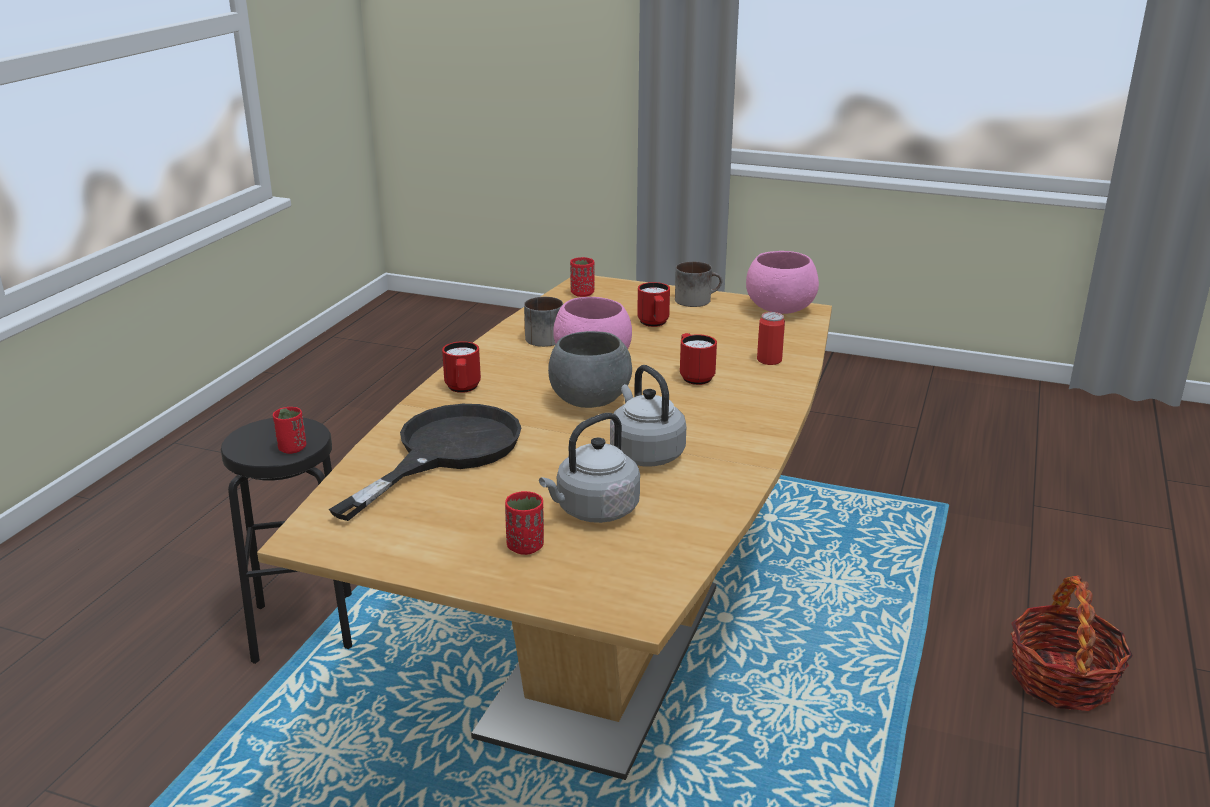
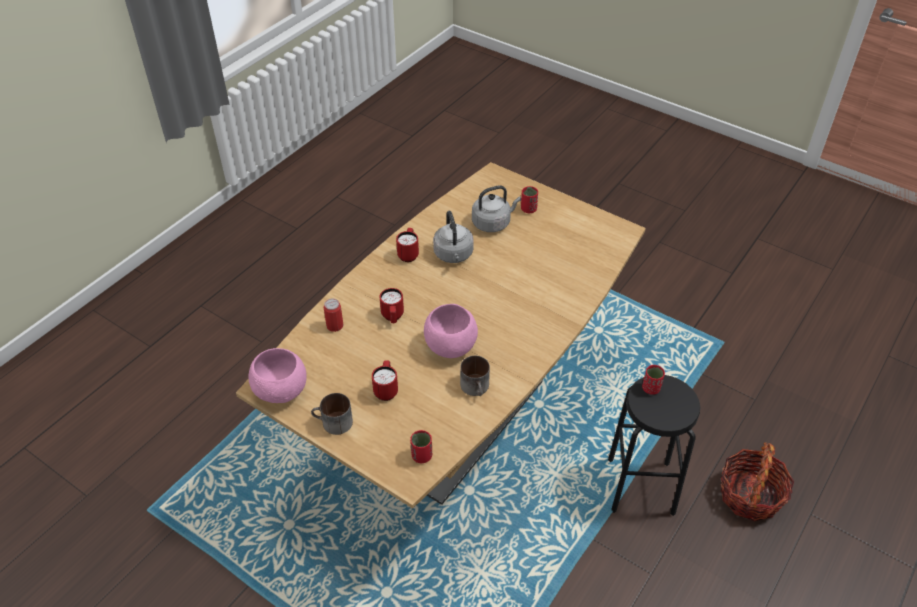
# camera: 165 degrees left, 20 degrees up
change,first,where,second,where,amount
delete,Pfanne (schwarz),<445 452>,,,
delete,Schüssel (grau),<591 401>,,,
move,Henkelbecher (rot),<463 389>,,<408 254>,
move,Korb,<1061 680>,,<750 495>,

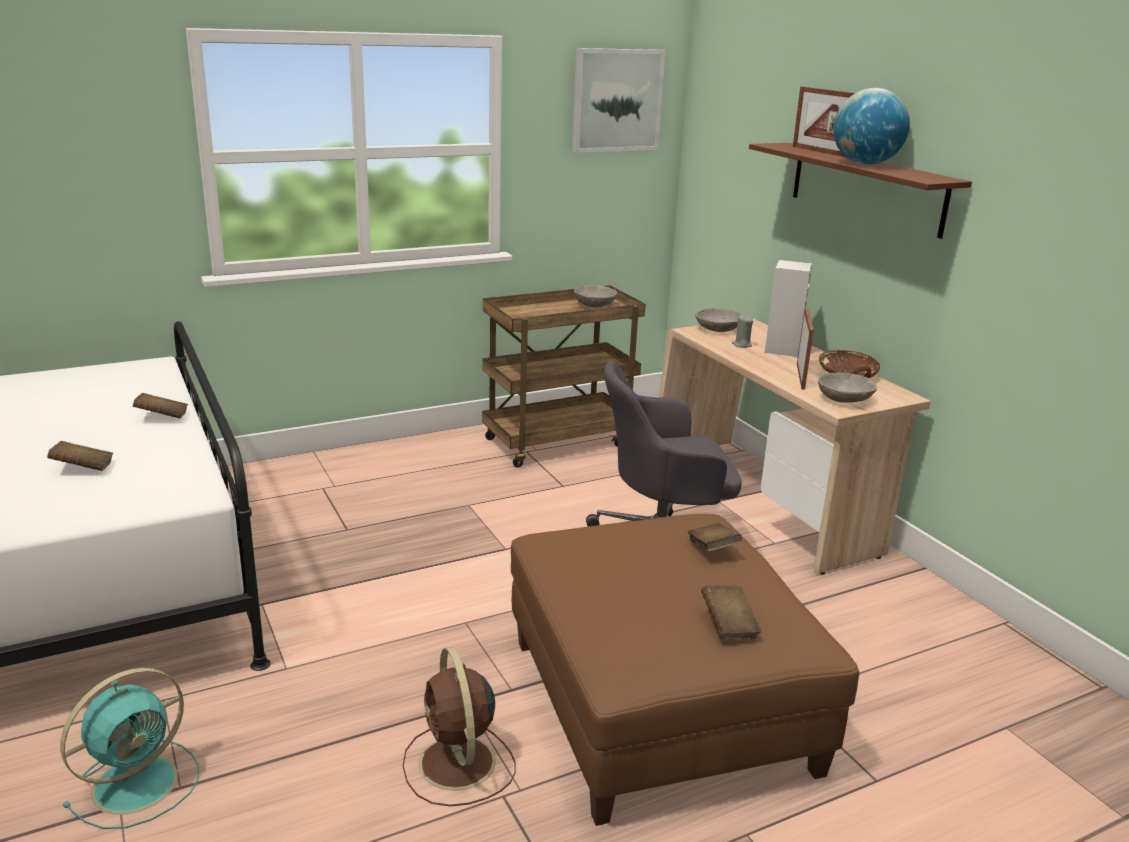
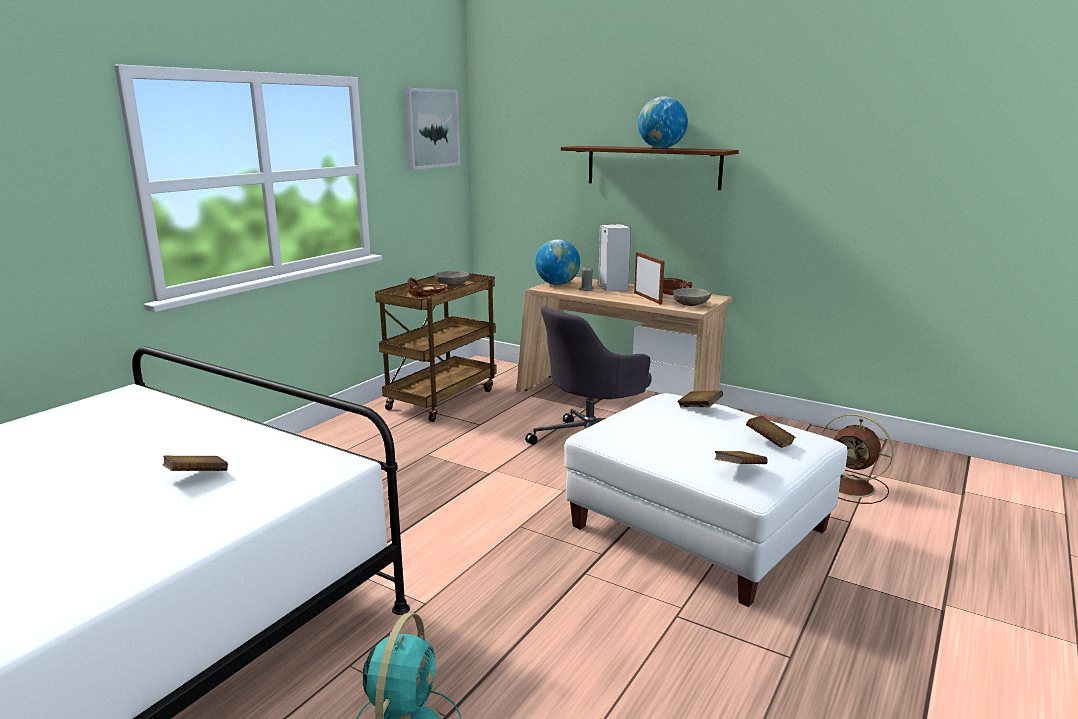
# camera: 30 degrees left, 5 degrees down
change,first,where,second,where,amount
delete,Bilderrahmen,<818 151>,,,
insert,,,Schüssel (braun),<426 296>,
move,Buch (braun),<162 417>,,<739 469>,
move,Ventilator (braun),<458 765>,,<852 487>,
replace,Schüssel (grau),<718 329>,Globus,<557 284>,
recolor,Polsterhocker (braun),<661 705>,Polsterhocker (weiß),<700 528>,

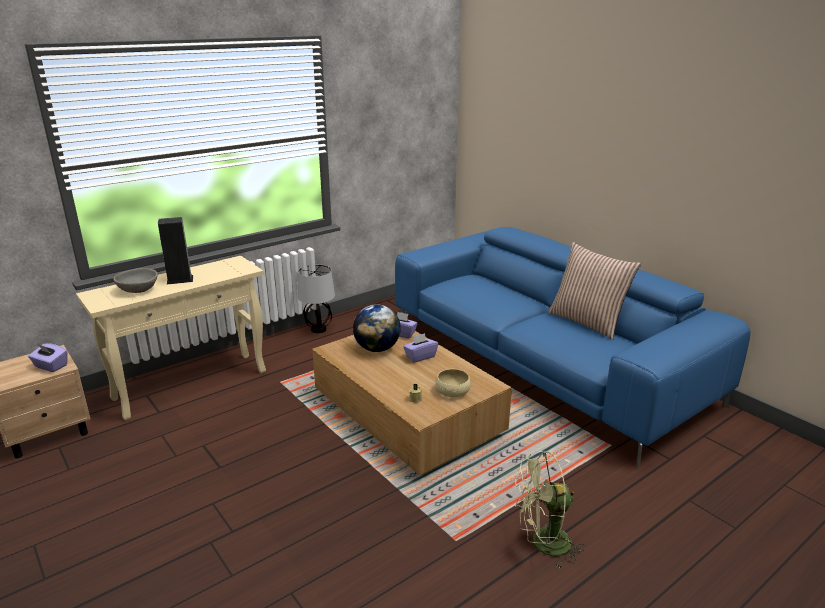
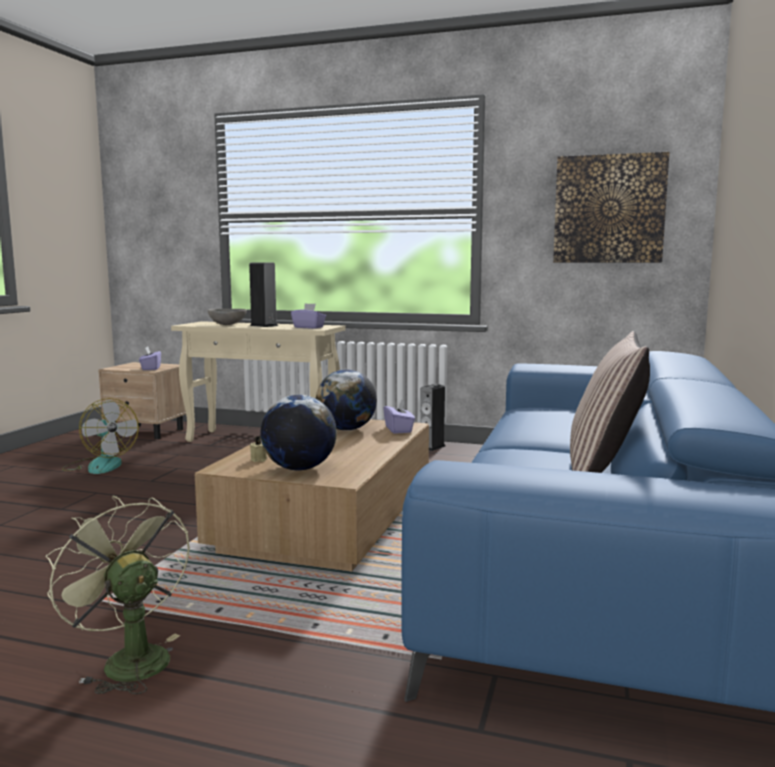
# camera: 55 degrees right, 15 degrees down
change,first,where,second,where,amount
insert,,,Ventilator,<100 465>,
insert,,,Bild,<609 209>,
move,Taschentuchbox (lila),<420 356>,,<309 327>,
replace,Tischlampe,<319 329>,Lautsprecher,<432 447>,
replace,Schüssel (beige),<452 392>,Globus,<299 468>,

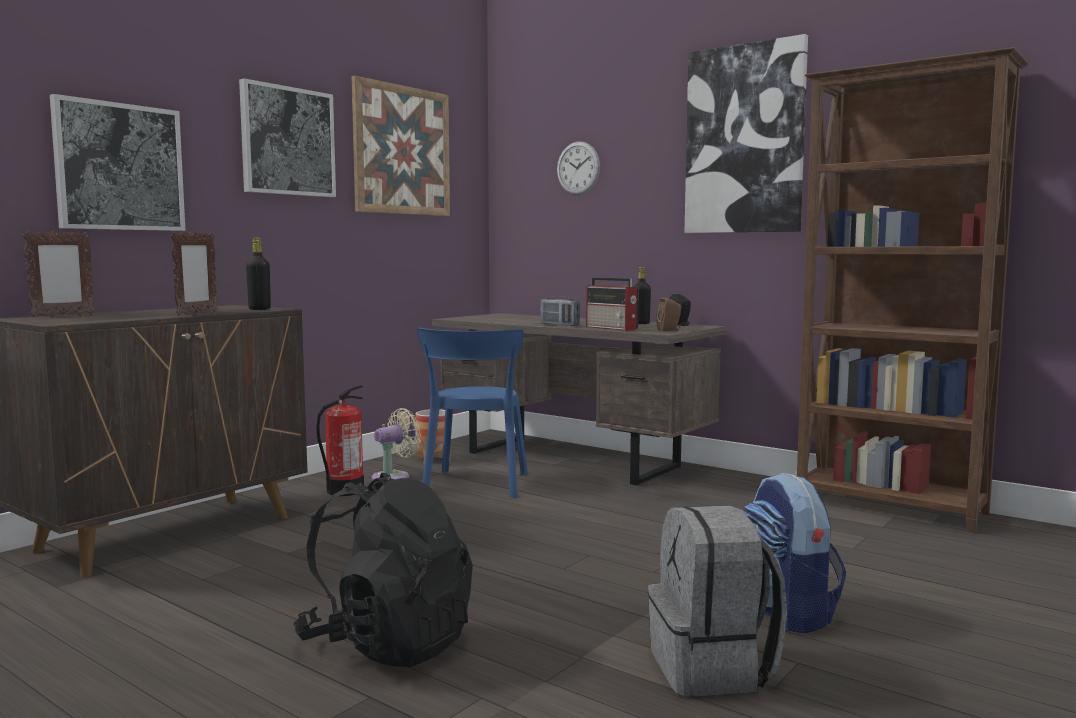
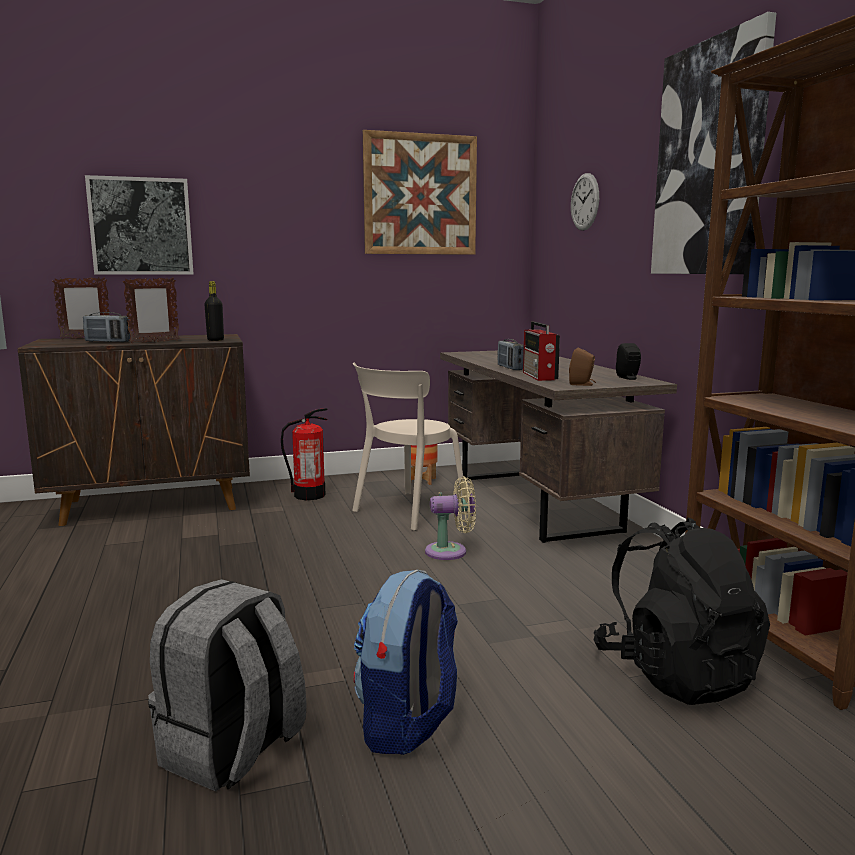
# camera: 35 degrees right, 5 degrees up
change,first,where,second,where,amount
delete,Bild,<287 141>,,,
delete,Flasche (schwarz),<641 323>,,,
insert,,,Radio,<107 342>,
move,Rucksack (schwarz),<388 644>,,<676 673>,
move,Ventilator (beige),<394 477>,,<450 551>,
recolor,Stuhl (blau),<475 486>,Stuhl (beige),<406 511>,

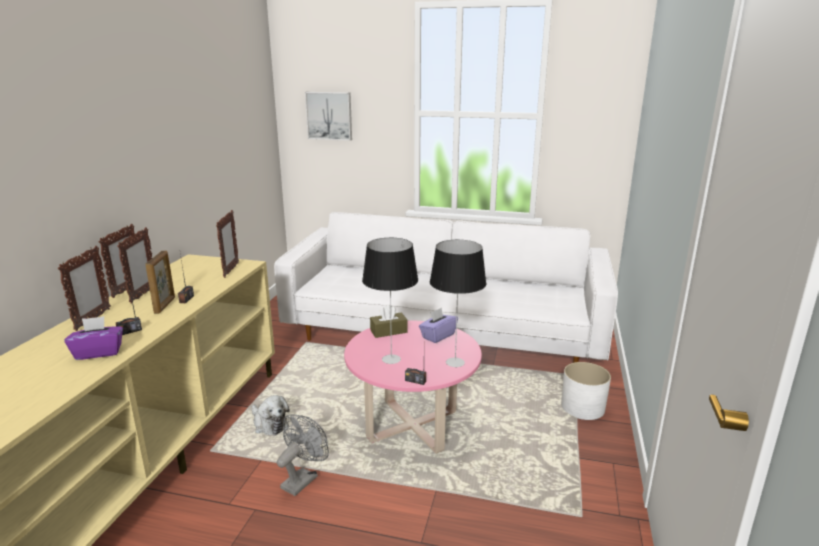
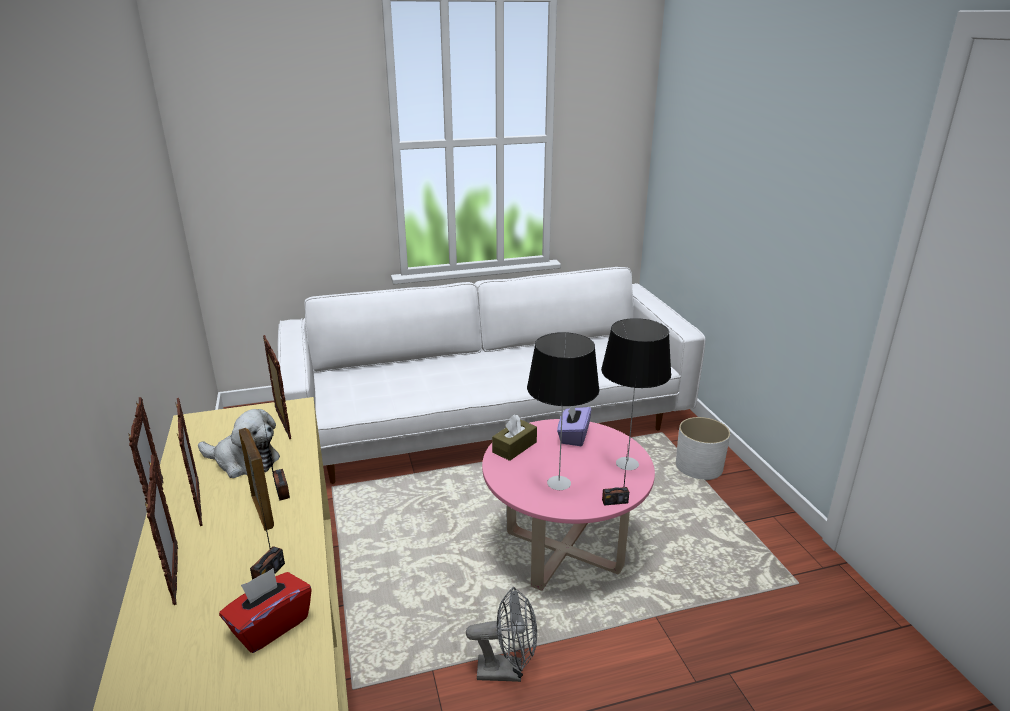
# camera: 30 degrees left, 5 degrees up
change,first,where,second,where,amount
delete,Bild,<329 115>,,,
move,Plüschtier,<269 424>,,<244 461>,
recolor,Taschentuchbox (lila),<99 352>,Taschentuchbox (rot),<270 625>,
rotate,Ventilator (grau),<303 479>,,<507 670>,90 degrees clockwise

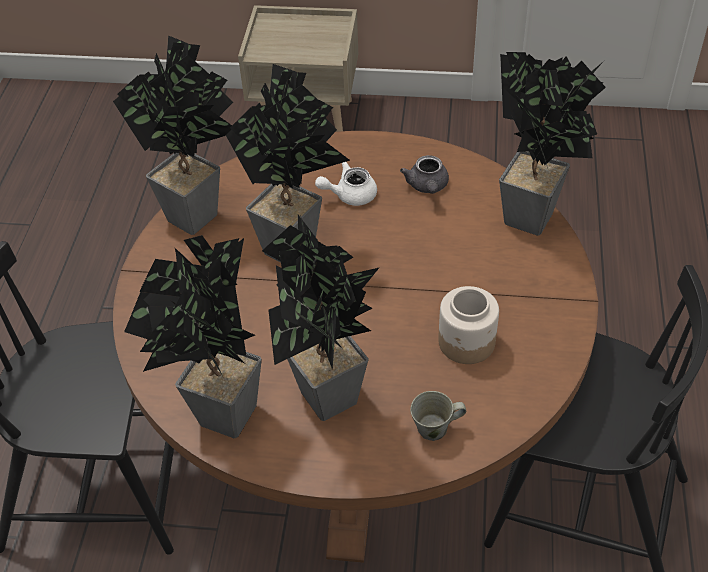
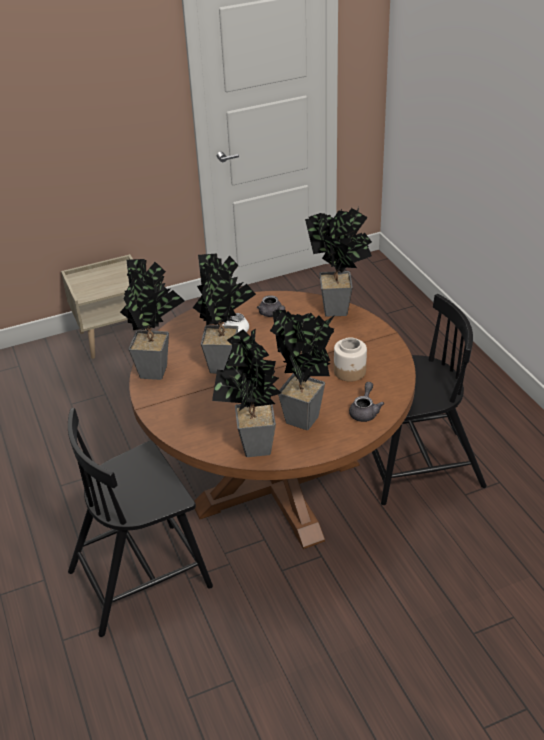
# camera: 30 degrees left, 10 degrees down
change,first,where,second,where,amount
replace,Henkelbecher (grau),<434 429>,Teekanne (grau),<365 411>,

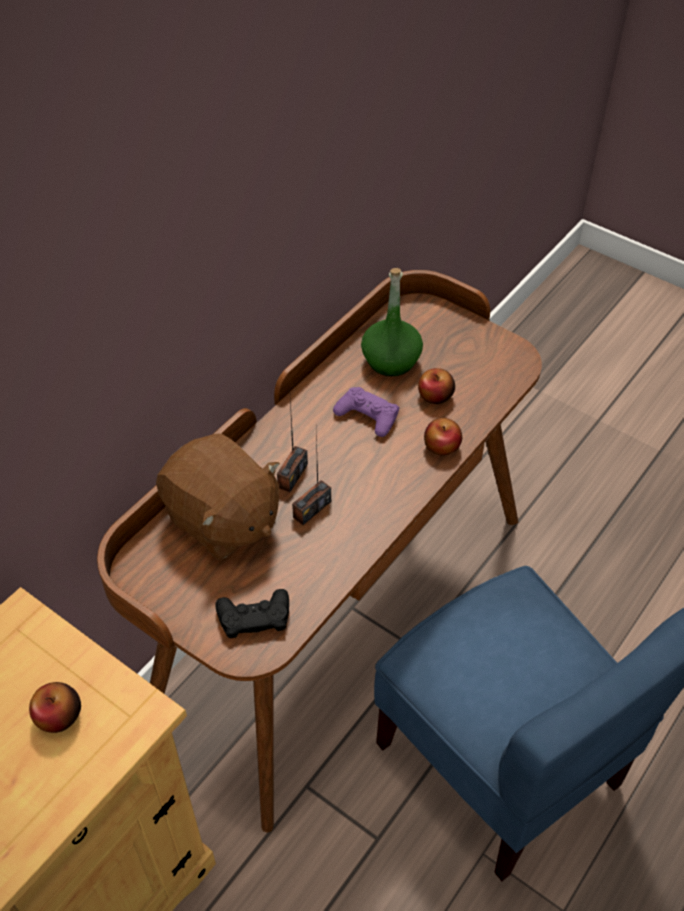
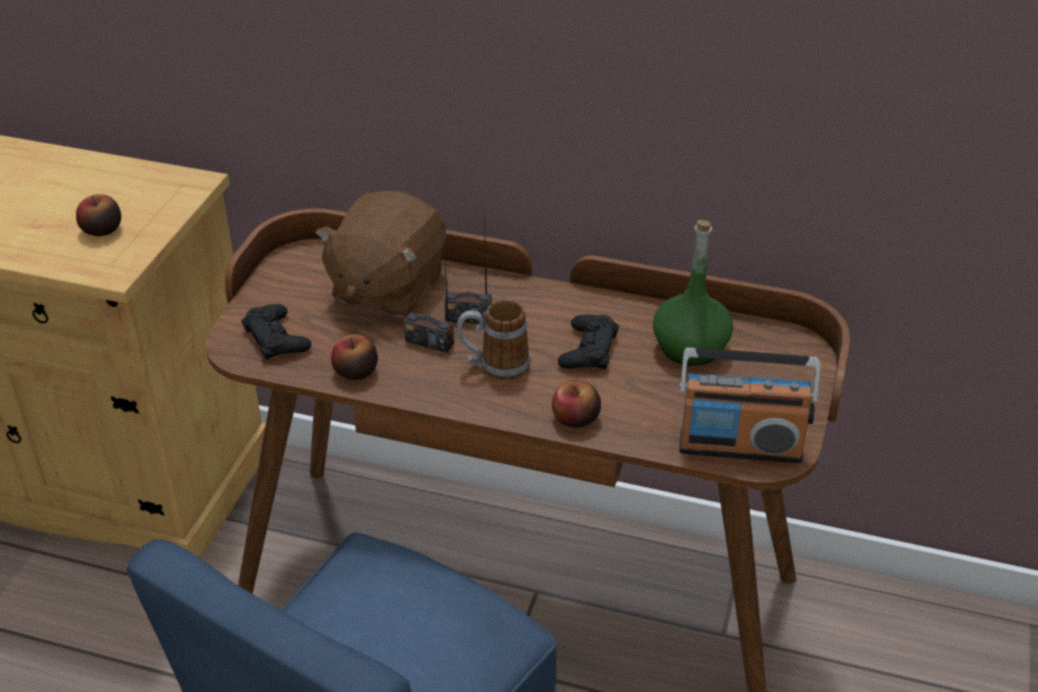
# camera: 70 degrees right, 10 degrees down
change,first,where,second,where,amount
insert,,,Henkelbecher,<494 366>,
insert,,,Radio,<740 446>,
move,Apfel,<435 396>,,<355 371>,
recolor,Gamepad (lila),<367 415>,Gamepad (schwarz),<588 349>,

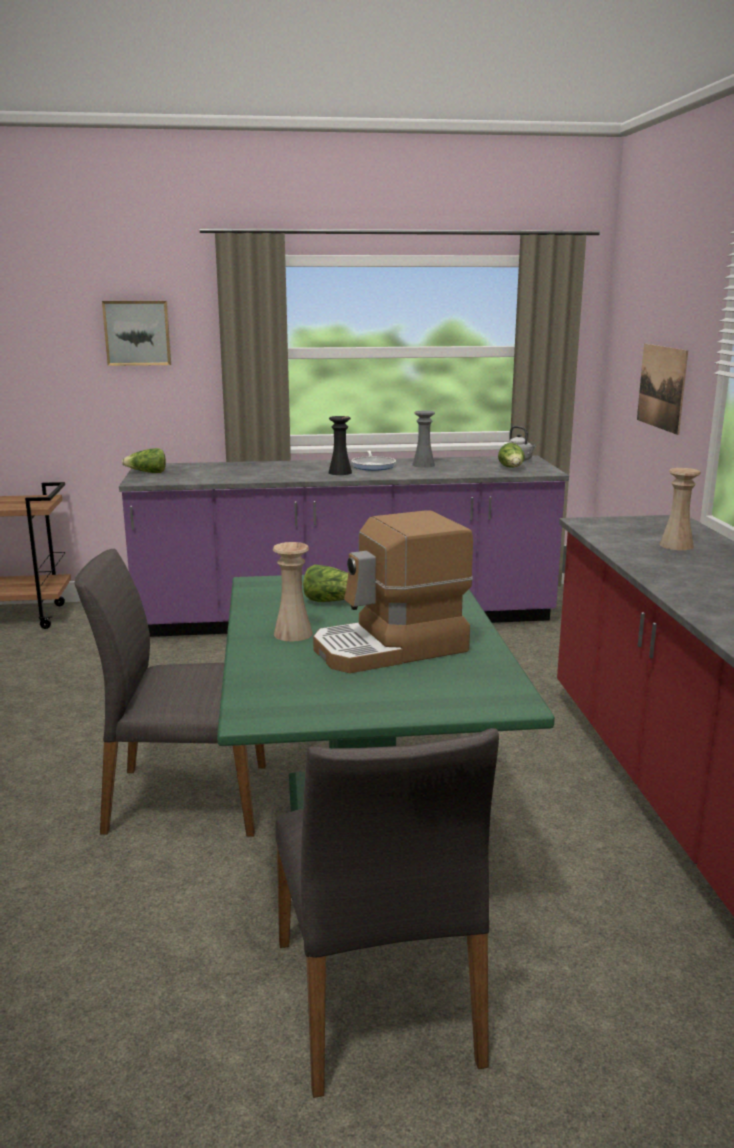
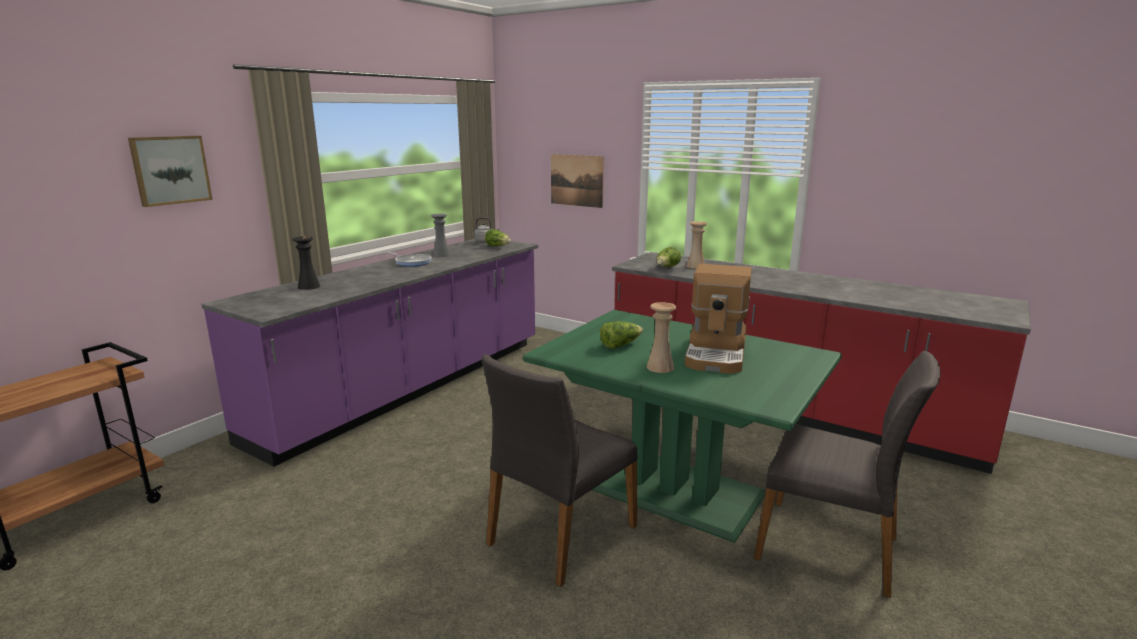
# camera: 50 degrees left, 0 degrees up
change,first,where,second,where,amount
move,Salatkopf,<147 473>,,<667 267>,
move,Vase (schwarz),<340 472>,,<309 286>,

